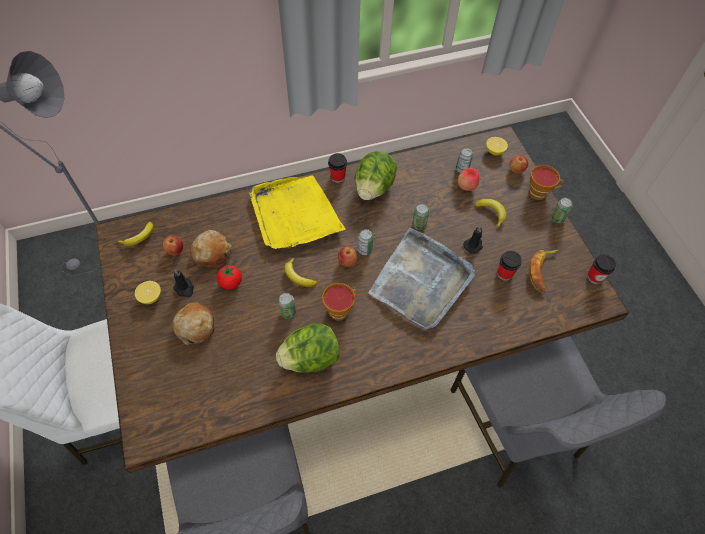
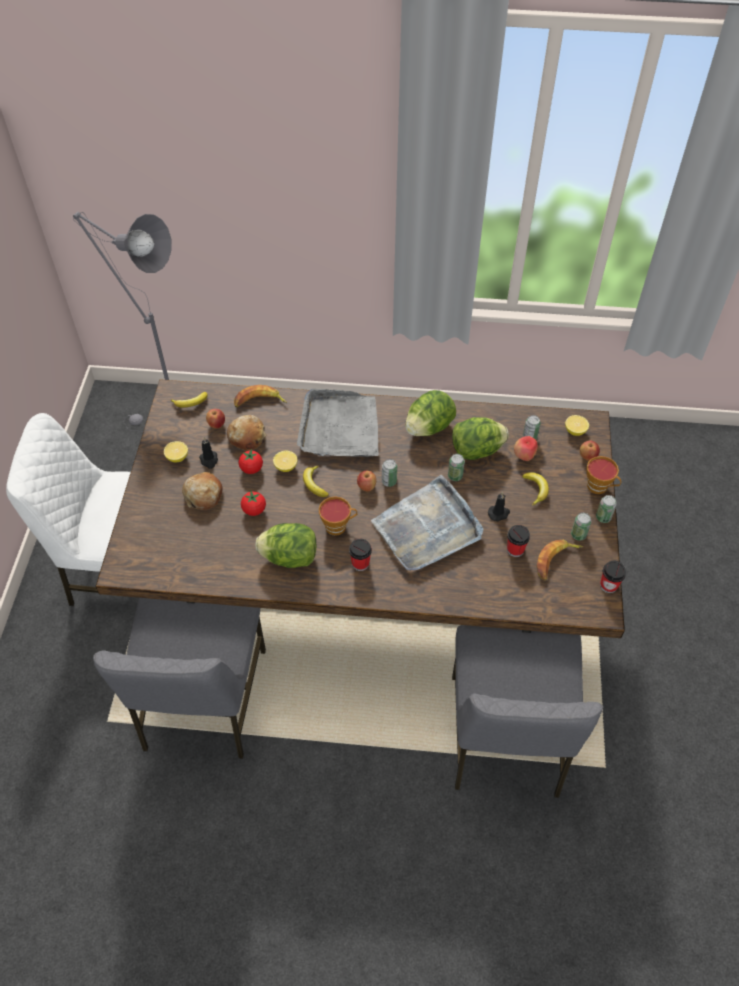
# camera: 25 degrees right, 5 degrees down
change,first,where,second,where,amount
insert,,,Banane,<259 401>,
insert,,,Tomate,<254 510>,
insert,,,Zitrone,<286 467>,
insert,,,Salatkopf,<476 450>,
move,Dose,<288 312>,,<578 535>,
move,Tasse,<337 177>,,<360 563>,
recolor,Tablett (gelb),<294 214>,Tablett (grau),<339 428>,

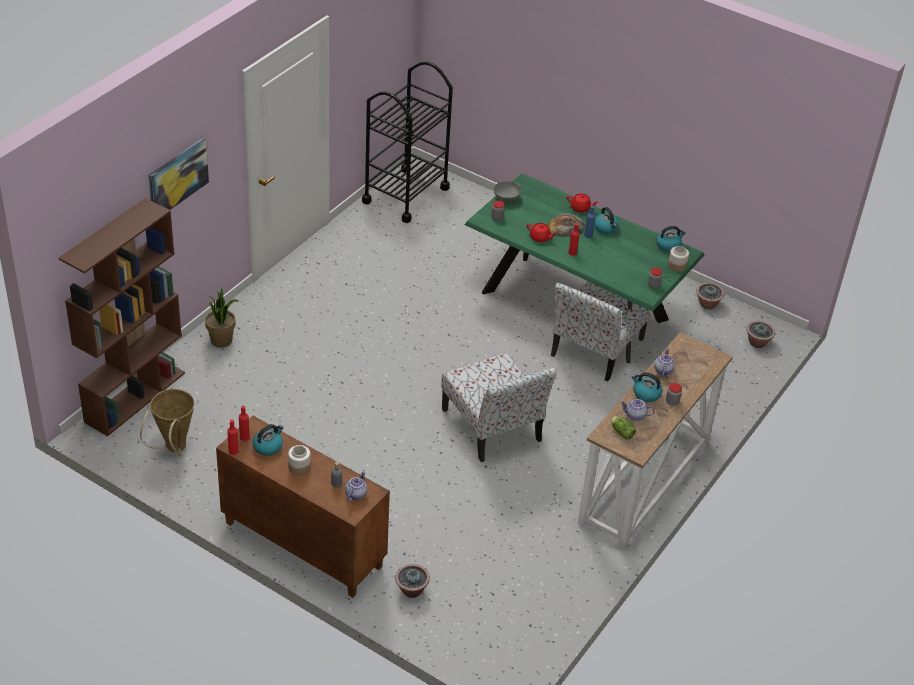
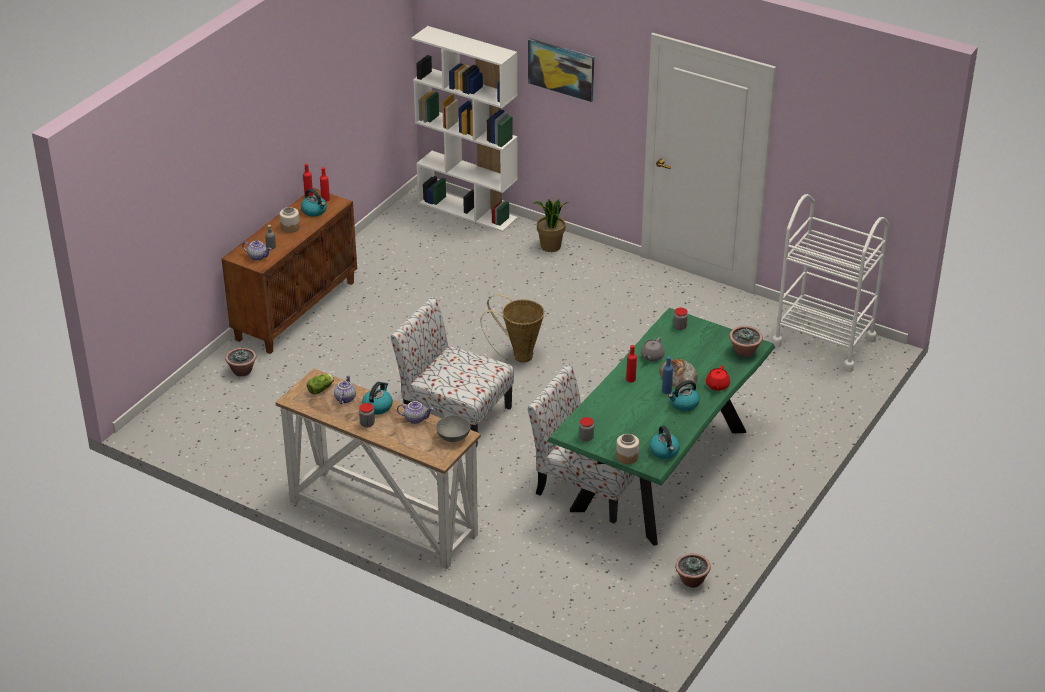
# camera: 90 degrees right, 5 degrees down
change,first,where,second,where,amount
move,Korb,<173 449>,,<518 356>,
move,Schüssel (grau),<506 198>,,<453 437>,
move,Topfpflanze,<757 343>,,<744 352>,
recolor,Bücherregal (braun),<135 396>,Bücherregal (weiß),<468 210>,
recolor,Rollwagen (schwarz),<405 195>,Rollwagen (weiß),<823 342>,
recolor,Teekanne (rot),<540 238>,Teekanne (grau),<651 356>,
rotate,Stuhl,<493 427>,,<454 413>,60 degrees clockwise

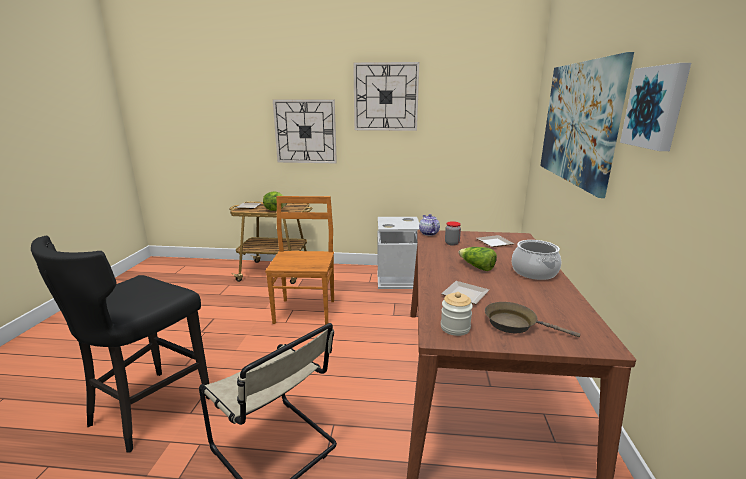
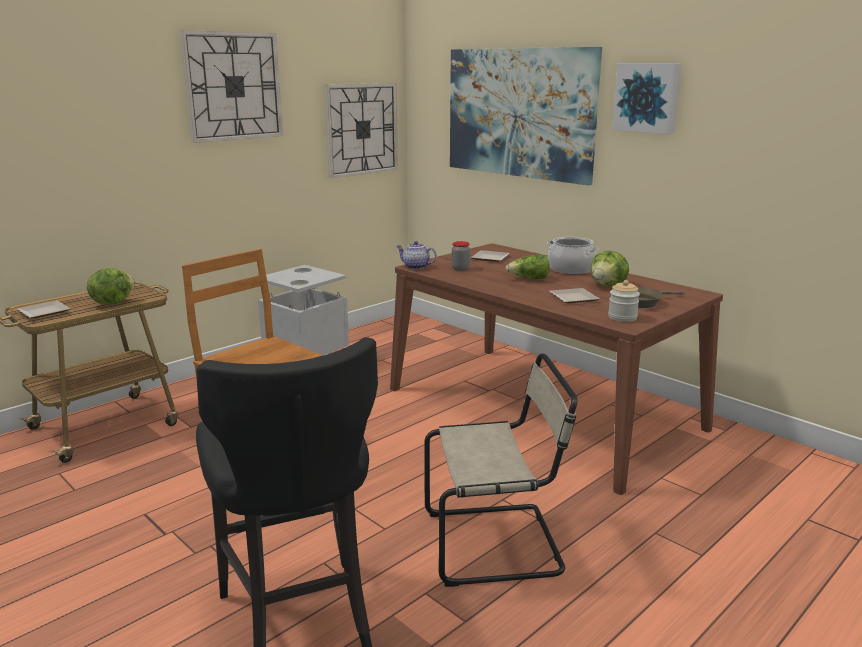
# camera: 50 degrees left, 0 degrees up
change,first,where,second,where,amount
insert,,,Salatkopf,<608 285>,
move,Wanduhr,<305 131>,,<362 129>,

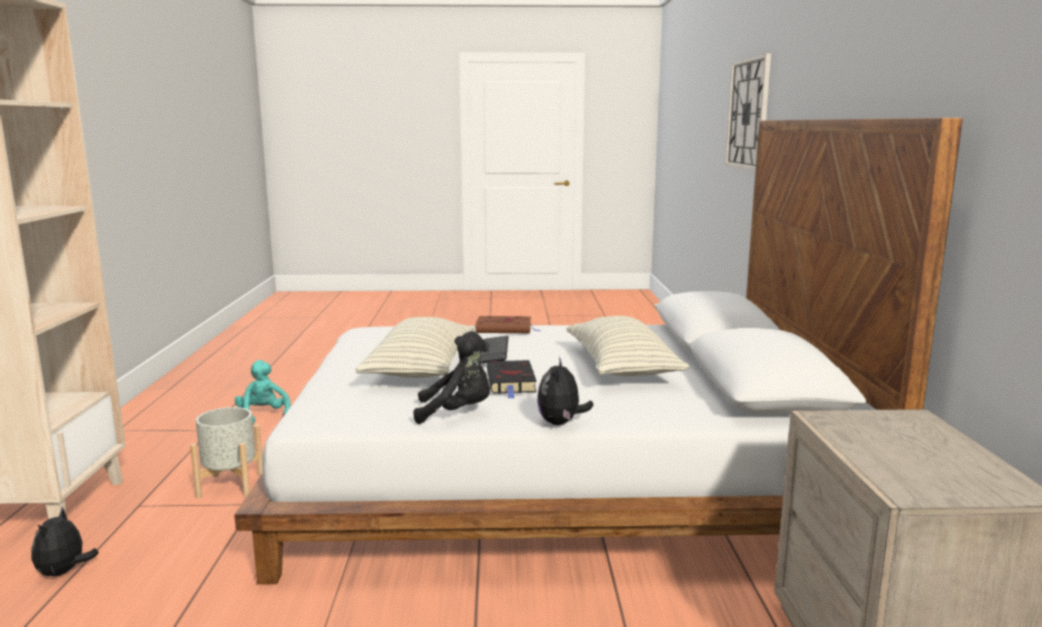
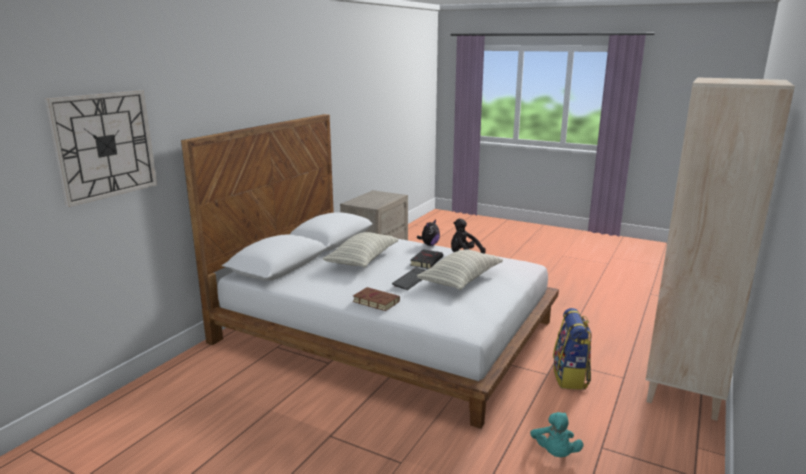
# camera: 150 degrees left, 5 degrees up
change,first,where,second,where,amount
delete,Plüschtier,<64 572>,,,
replace,Pflanzkübel (grau),<230 486>,Rucksack,<570 377>,

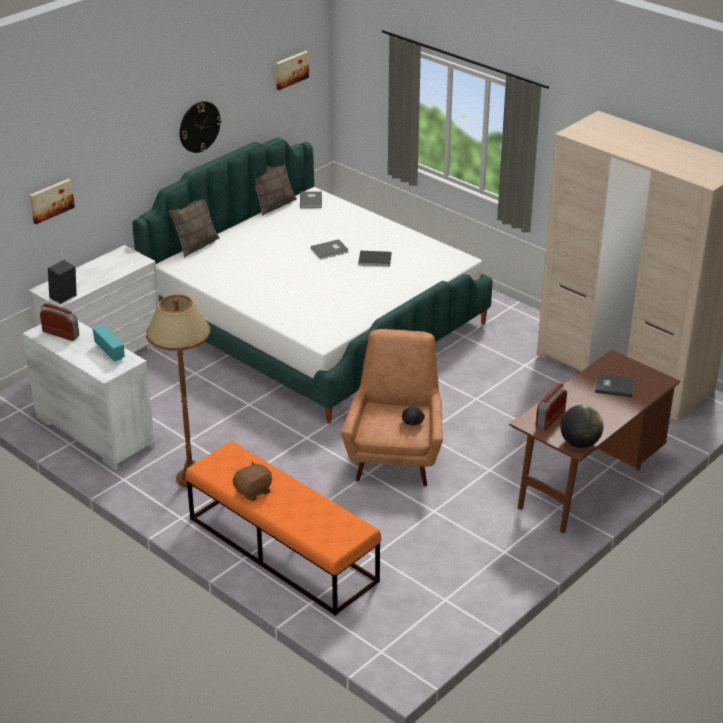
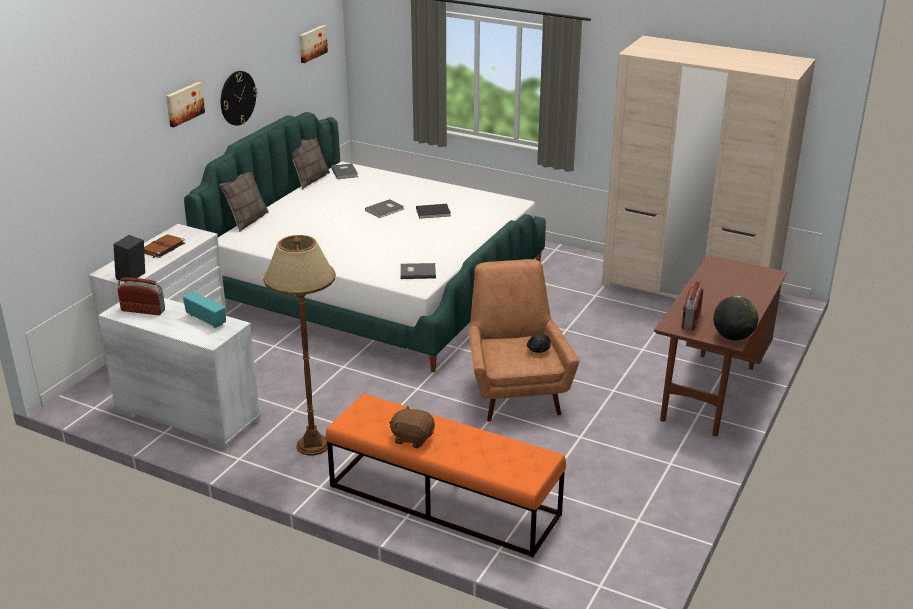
# camera: 15 degrees left, 5 degrees down
change,first,where,second,where,amount
insert,,,Buch (braun),<162 248>,
move,Bild,<51 200>,,<184 104>,
move,Buch (grau),<613 386>,,<417 272>,
rotate,Plüschtier (braun),<253 491>,,<412 438>,105 degrees counterclockwise

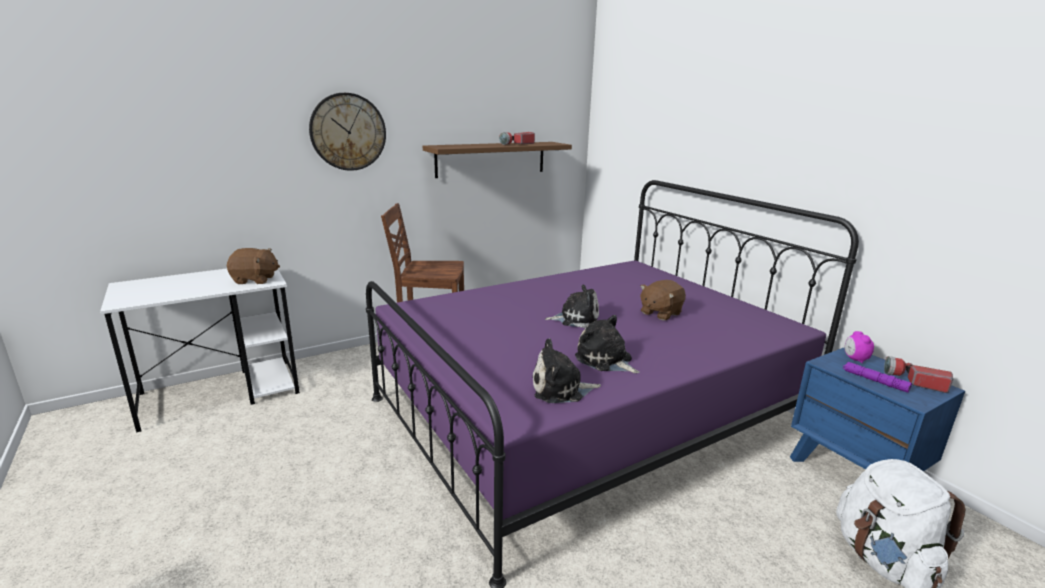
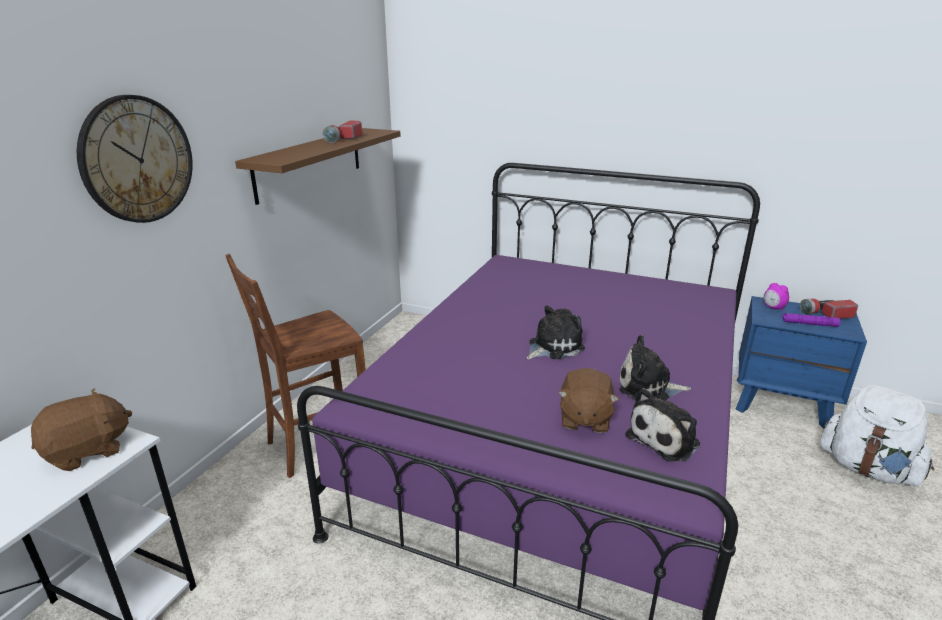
# camera: 35 degrees left, 5 degrees up
change,first,where,second,where,amount
move,Plüschtier (braun),<660 313>,,<584 419>,

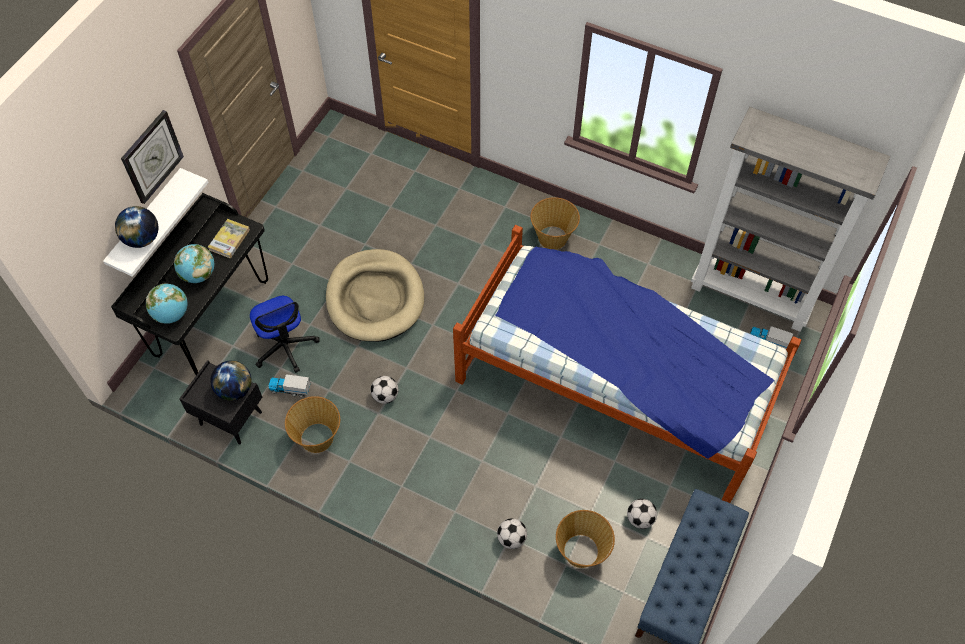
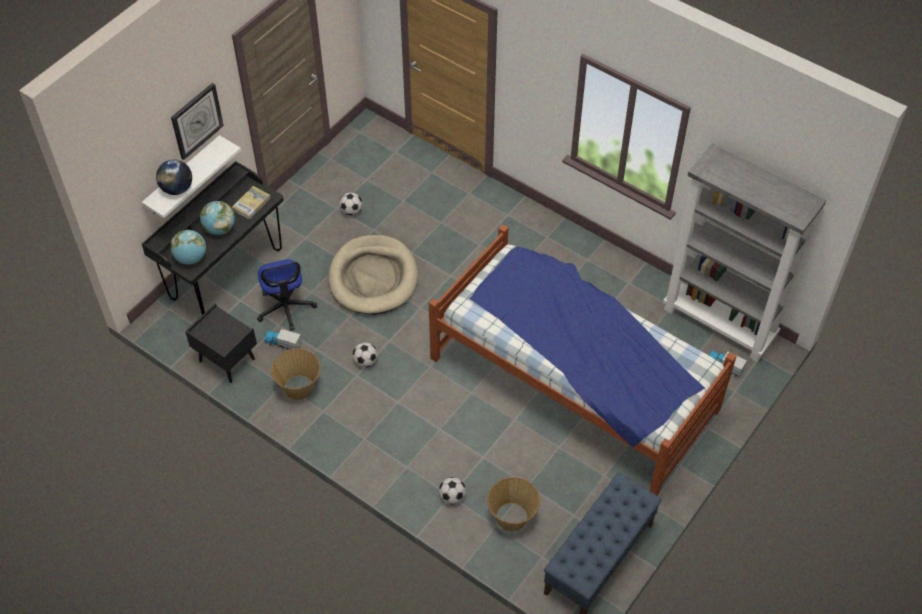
# camera: 10 degrees right, 5 degrees down
change,first,where,second,where,amount
delete,Globus,<235 389>,,,
delete,Korb,<553 237>,,,
move,Fußball,<640 518>,,<351 211>,

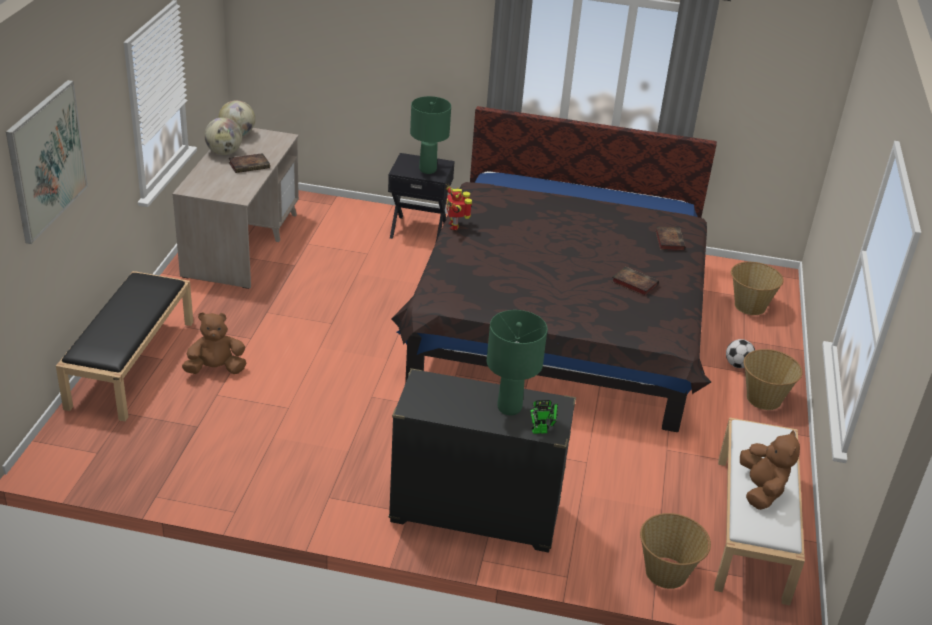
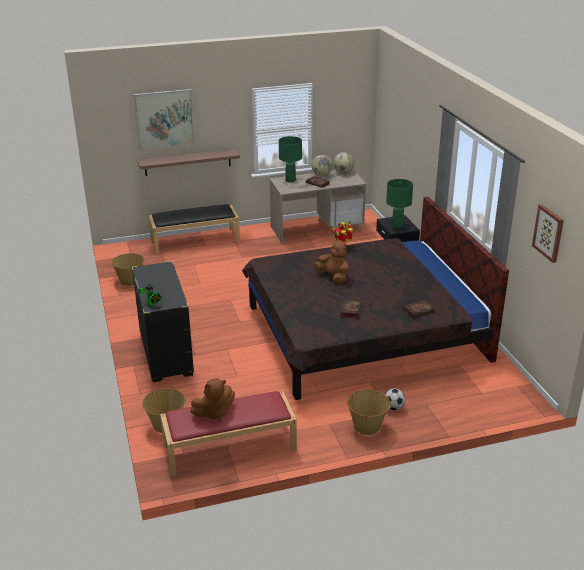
# camera: 65 degrees right, 5 degrees down
change,first,where,second,where,amount
insert,,,Wandregal,<188 162>,
insert,,,Bild,<548 233>,
move,Plüschtier (braun),<216 369>,,<333 277>,
move,Tischlampe (grün),<509 408>,,<290 180>,
move,Korb,<749 306>,,<130 281>,
recolor,Bank (weiß),<752 528>,Bank (rot),<229 448>,

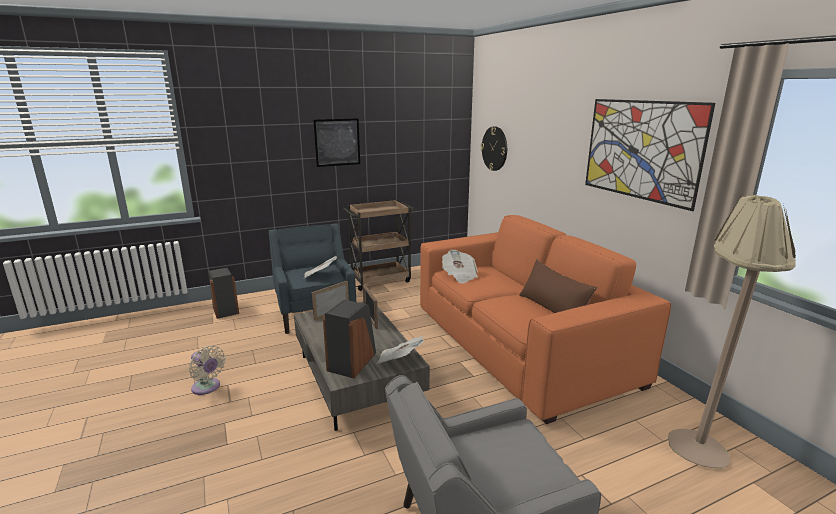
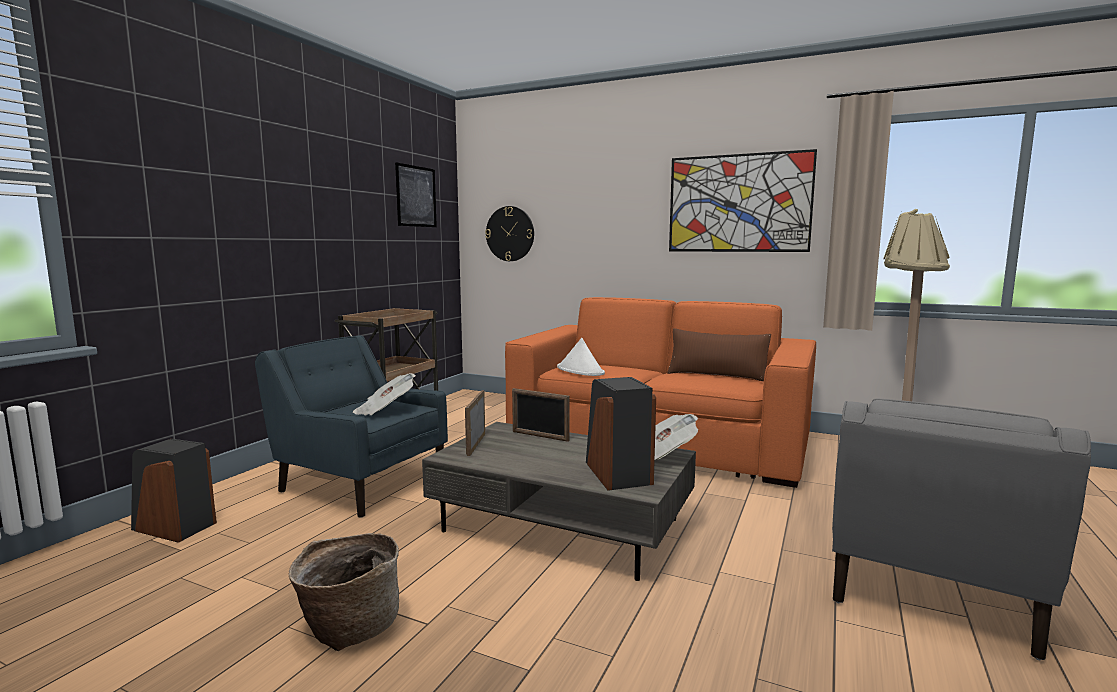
# camera: 40 degrees left, 10 degrees down
change,first,where,second,where,amount
move,Bild,<337 142>,,<416 196>,
replace,Ventilator (beige),<207 388>,Korb,<349 627>,
replace,Zeitung,<459 276>,Hut (weiß),<580 370>,

